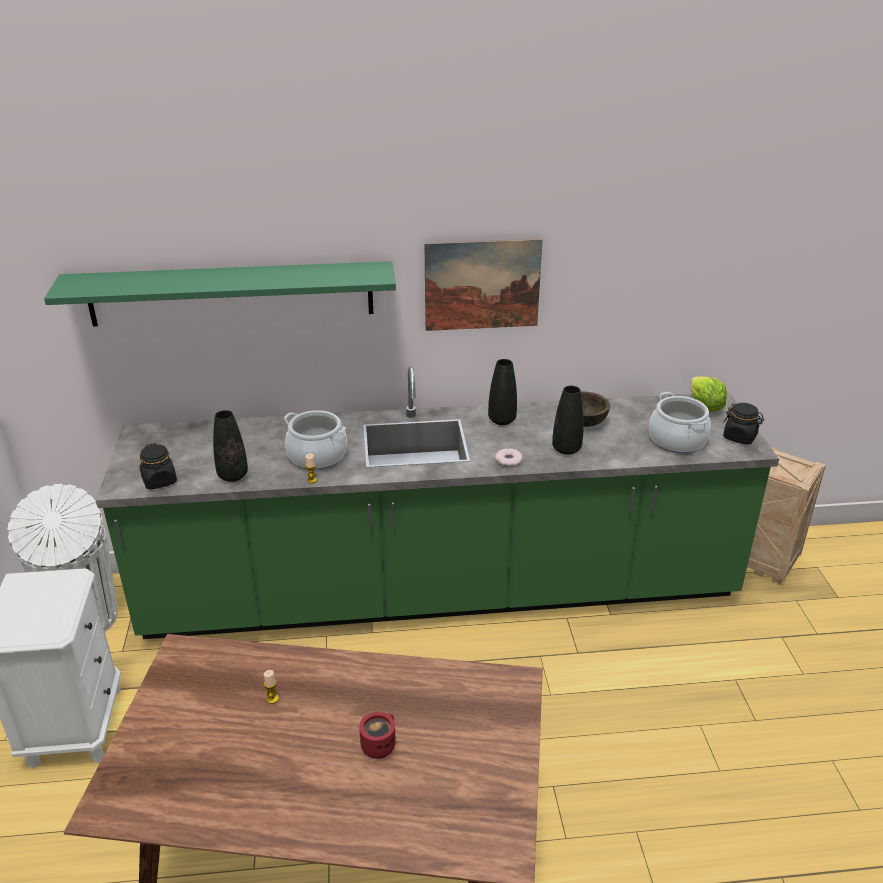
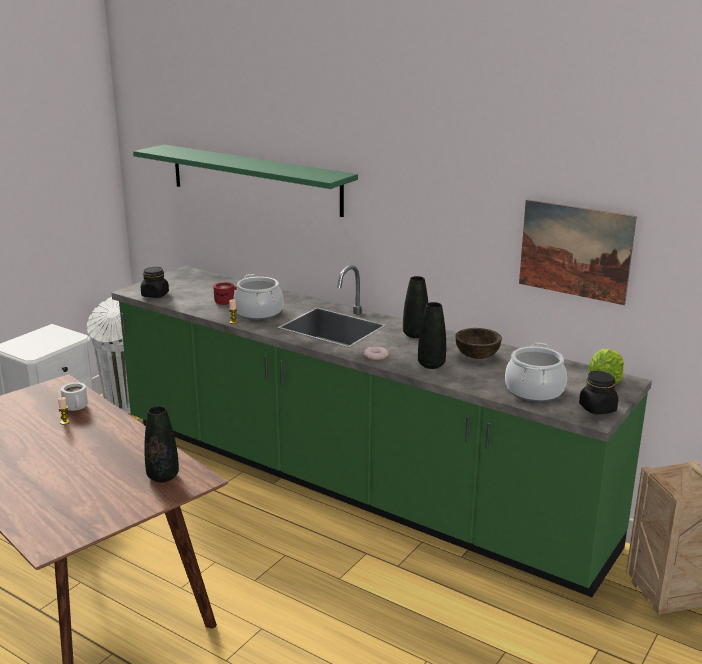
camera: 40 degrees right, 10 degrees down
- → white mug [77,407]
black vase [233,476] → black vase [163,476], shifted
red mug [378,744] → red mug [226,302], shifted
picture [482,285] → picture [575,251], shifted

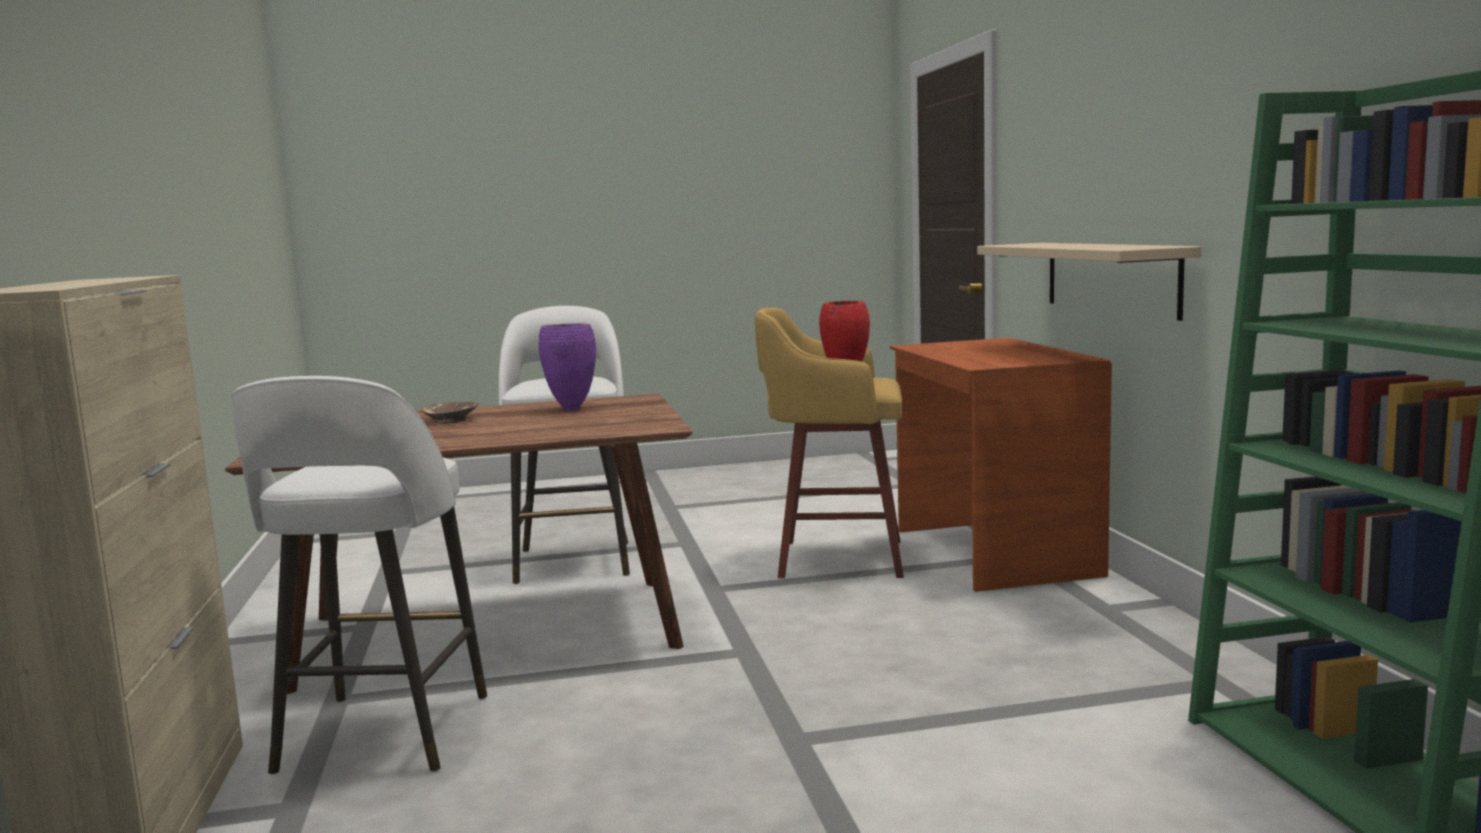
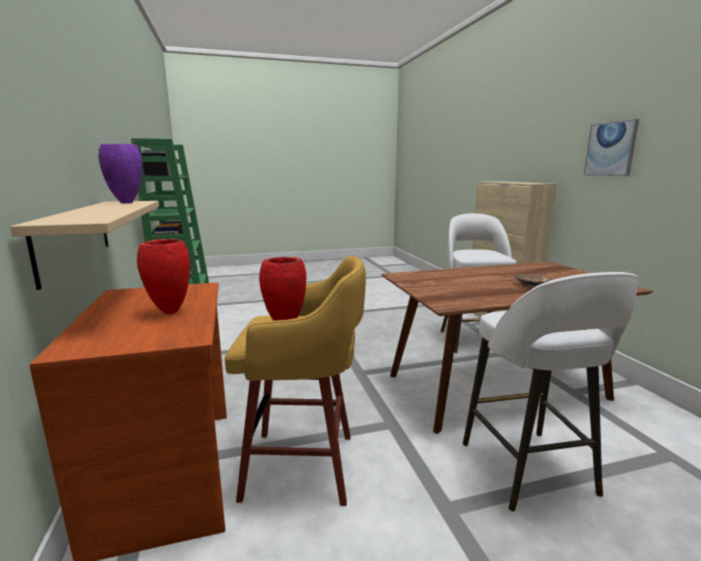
camera: 175 degrees right, 5 degrees up
purple vase [572,409] → purple vase [126,203], shifted
- → red vase [169,312]
- → picture [610,149]

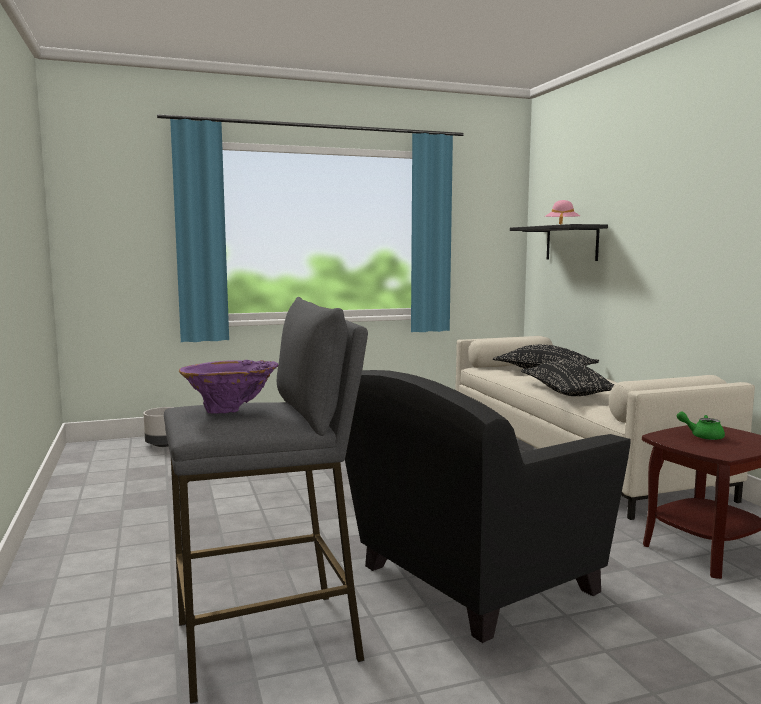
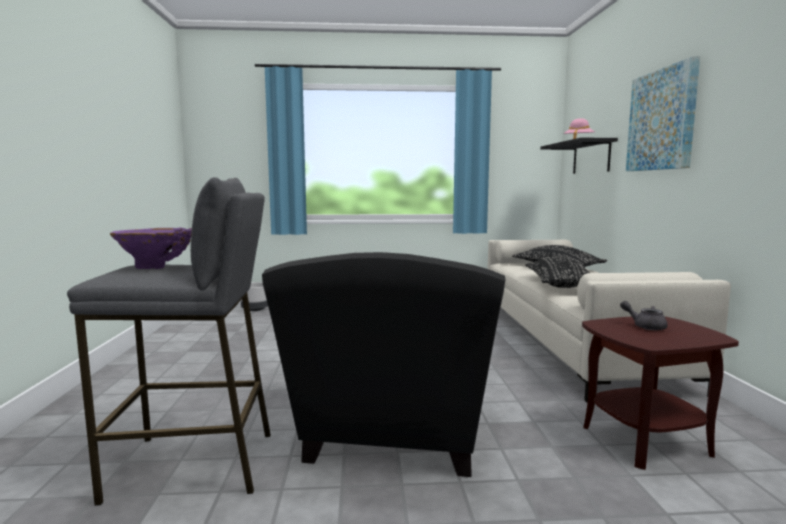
camera: 15 degrees right, 0 degrees up
black armchair [466,581] → black armchair [393,437], 60 degrees counterclockwise
green teapot [702,436] → grey teapot [645,326]
- → picture [661,120]

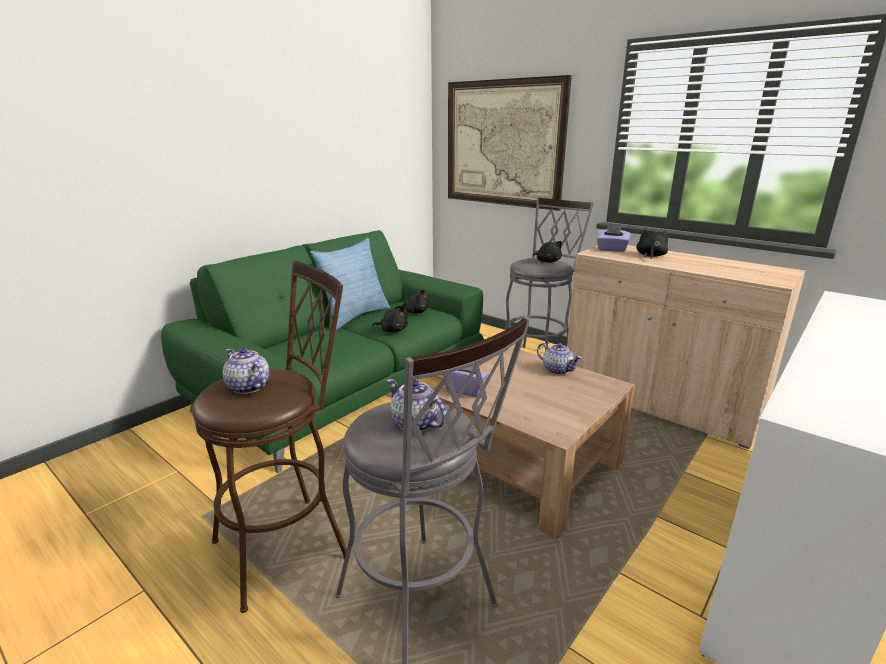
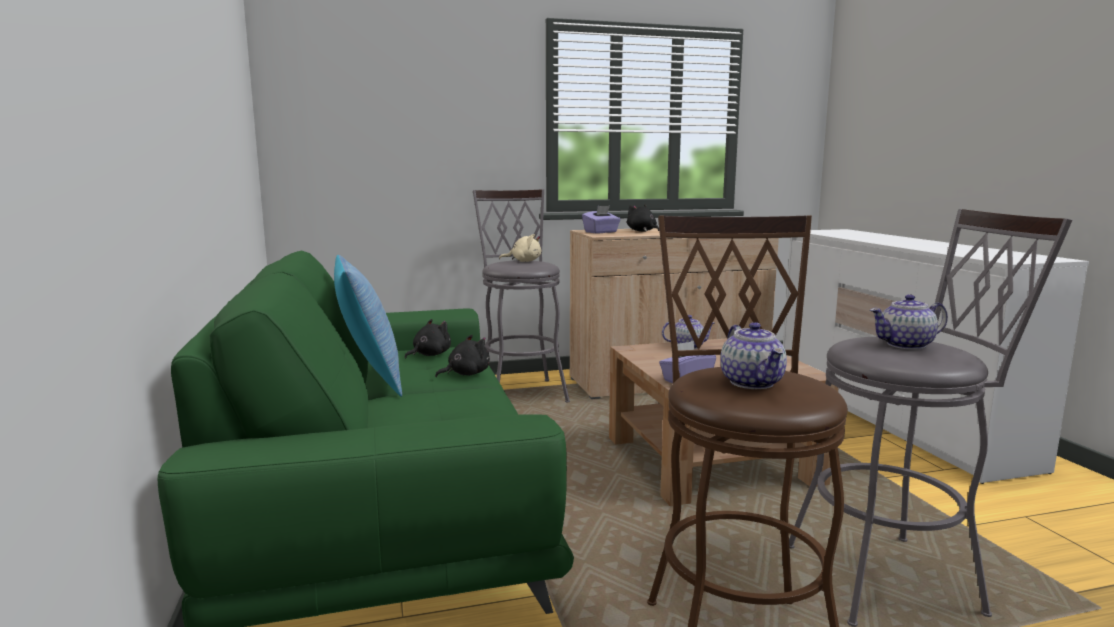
camera: 55 degrees left, 10 degrees down
black plush toy [547,261] → beige plush toy [524,261]
teapot [247,387] → teapot [753,383], 90 degrees counterclockwise
picture [503,144] → -

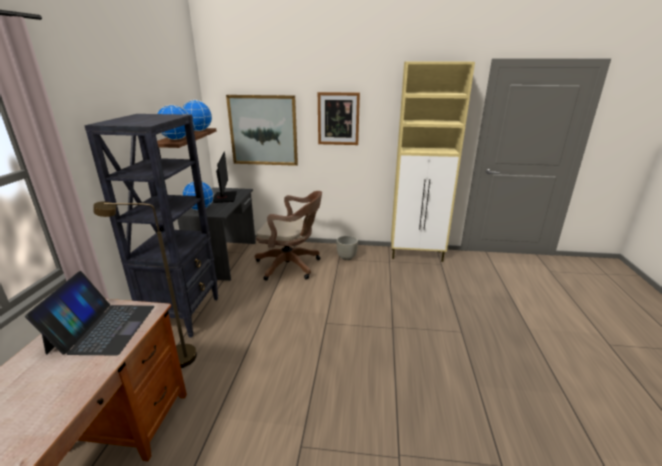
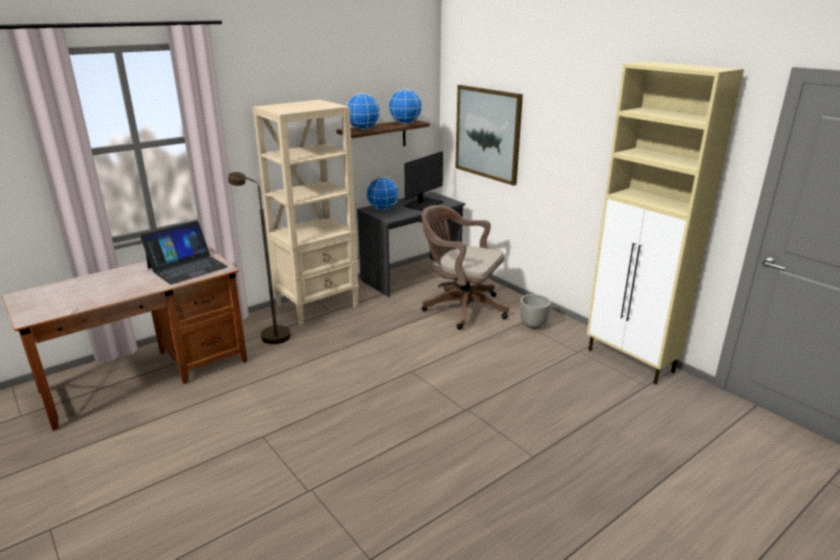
camera: 45 degrees right, 0 degrees up
black bookcase [183,314] → beige bookcase [318,307]
brown office chair [291,266] → brown office chair [461,308], 150 degrees clockwise
picture [338,119] → -

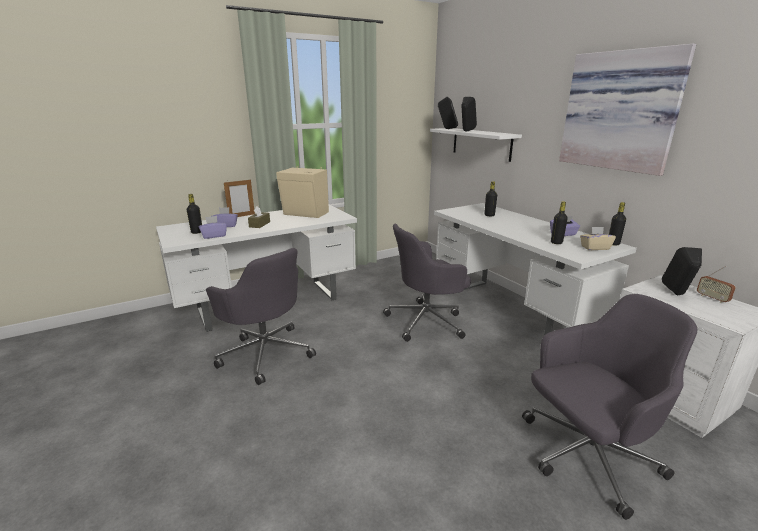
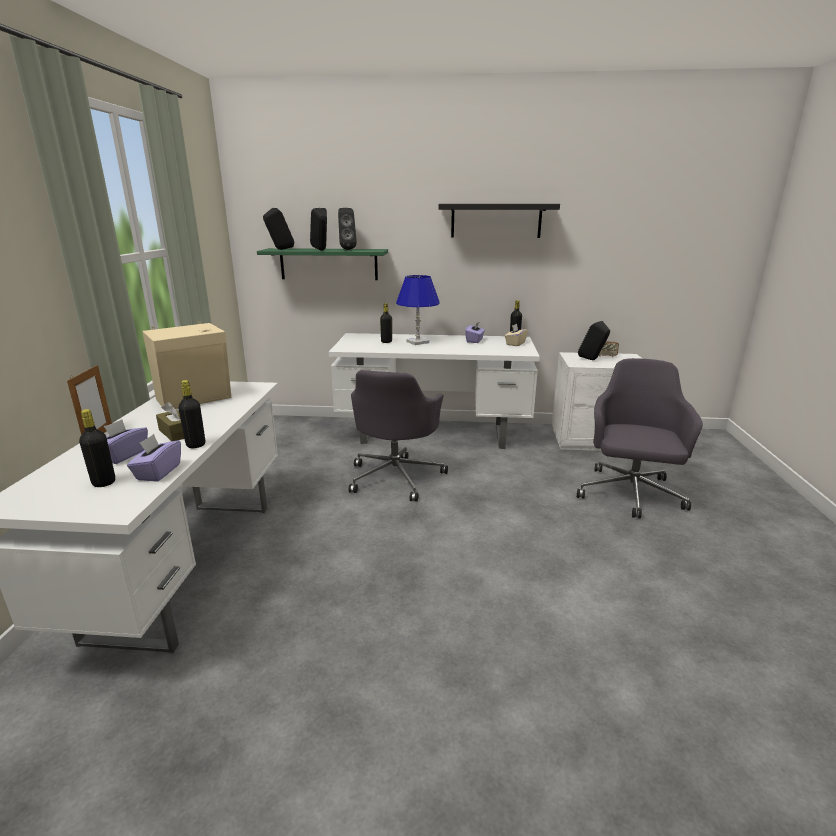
camera: 55 degrees left, 0 degrees up
black bottle [556,242] → black bottle [196,444], shifted
white shelf [481,143] → green shelf [328,264]
- → black speaker [347,249]
- → blue table lamp [417,342]
picture [621,111] → black shelf [496,220]
grey office chair [265,353] → -

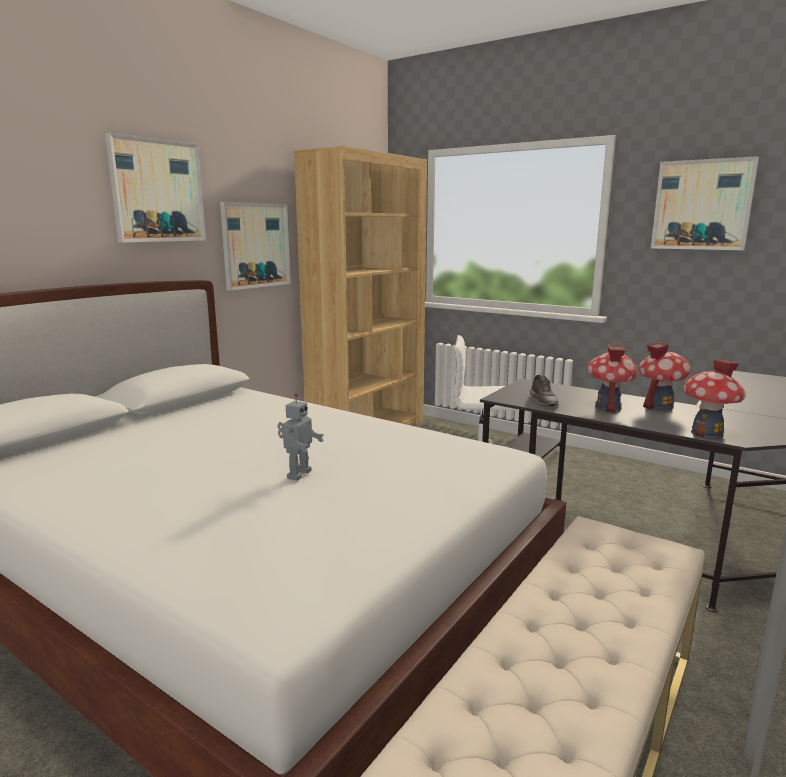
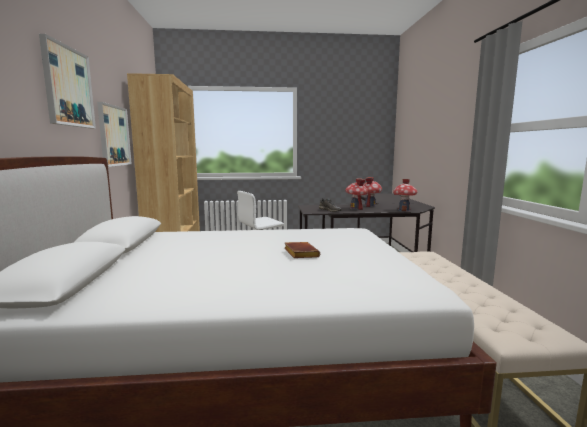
camera: 40 degrees left, 5 degrees down
toy robot [298,474] → brown book [299,253]
picture [702,205] → -

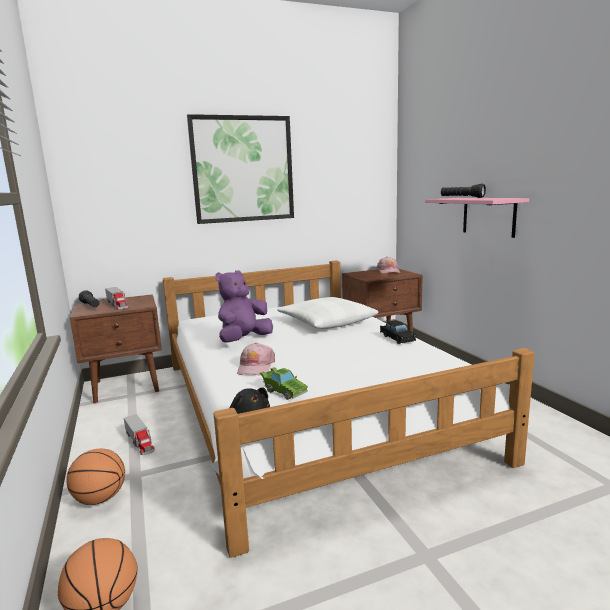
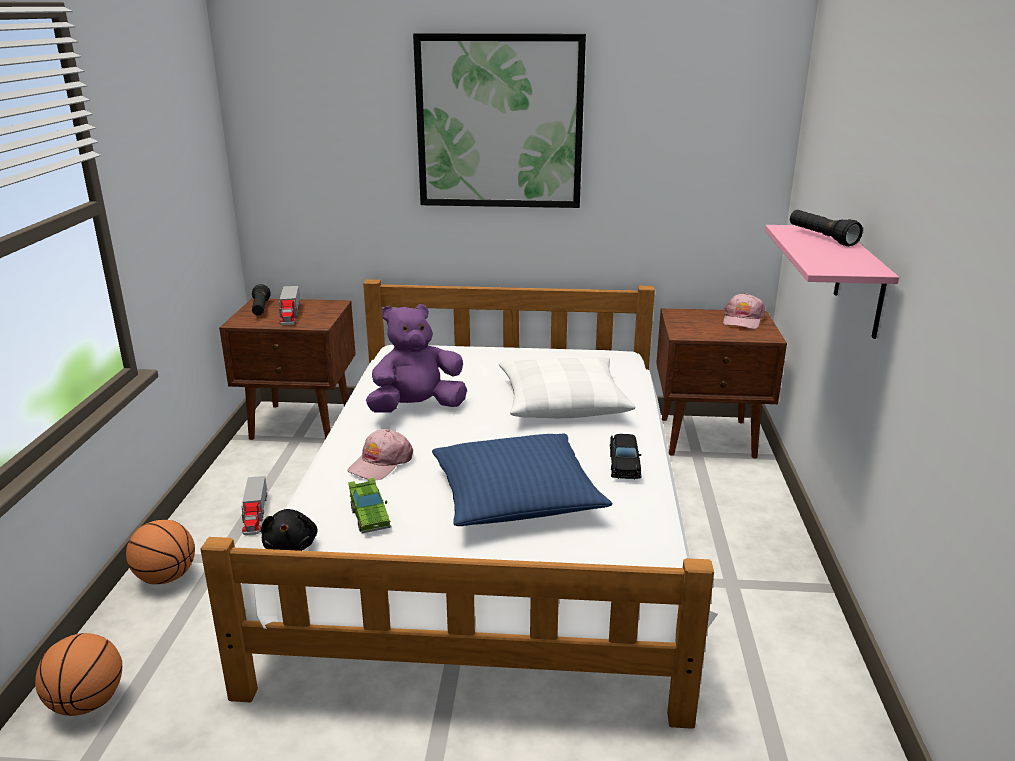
camera: 25 degrees right, 10 degrees up
- → blue pillow [516,496]

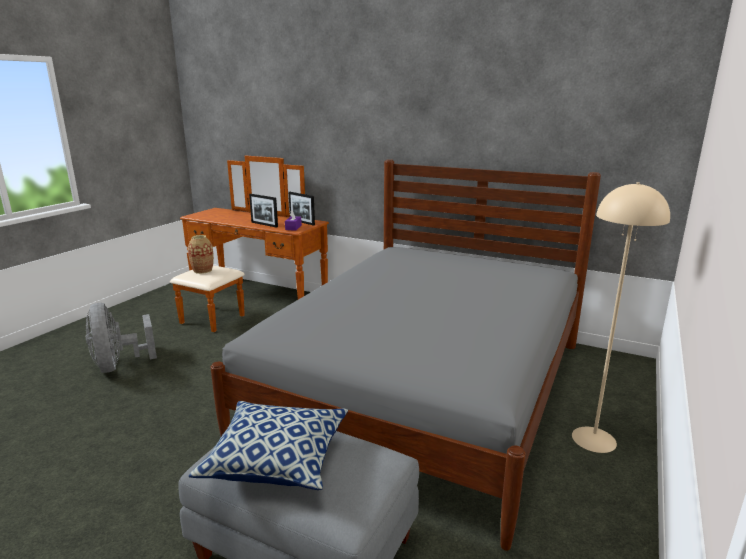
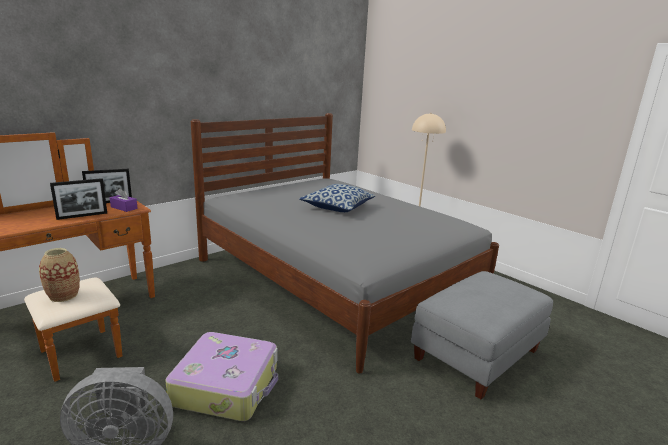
camera: 70 degrees left, 0 degrees up
- → suitcase [227,385]
pillow [277,459] → pillow [337,207], shifted

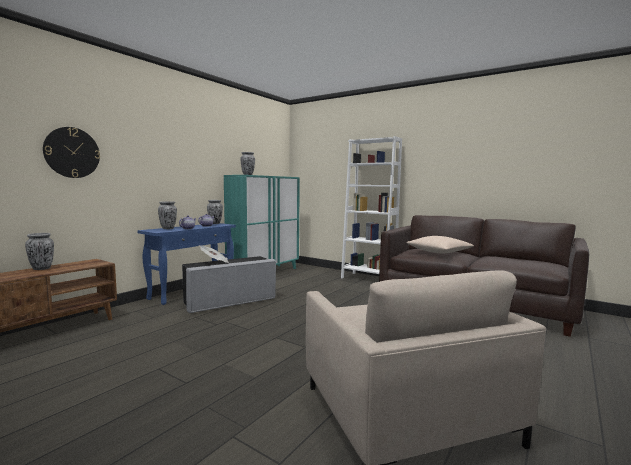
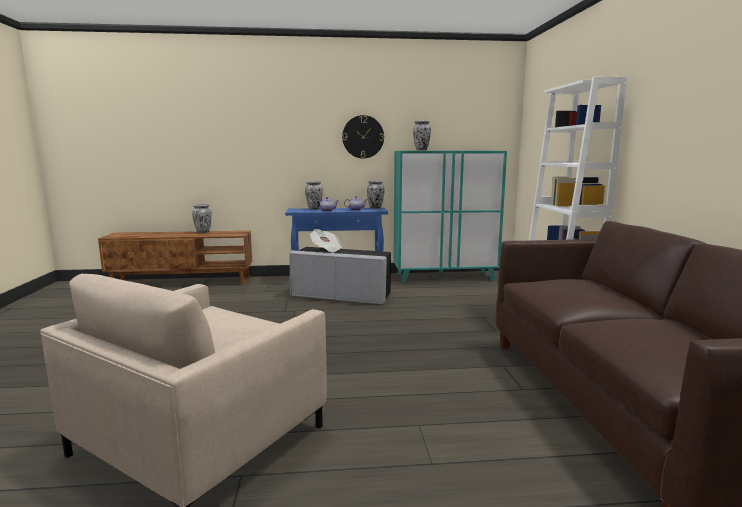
camera: 50 degrees right, 5 degrees up
wall clock [72,152] → wall clock [363,137], shifted
beige pillow [439,252] → -

